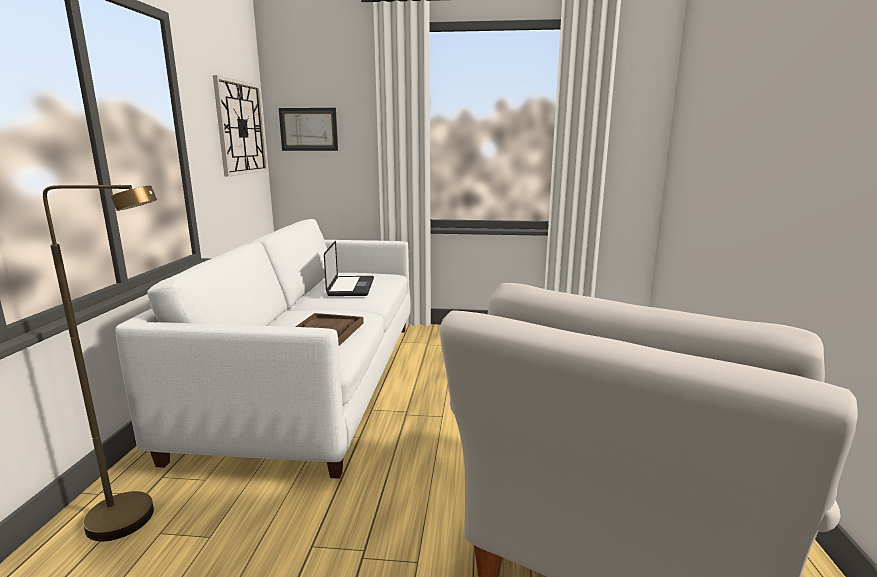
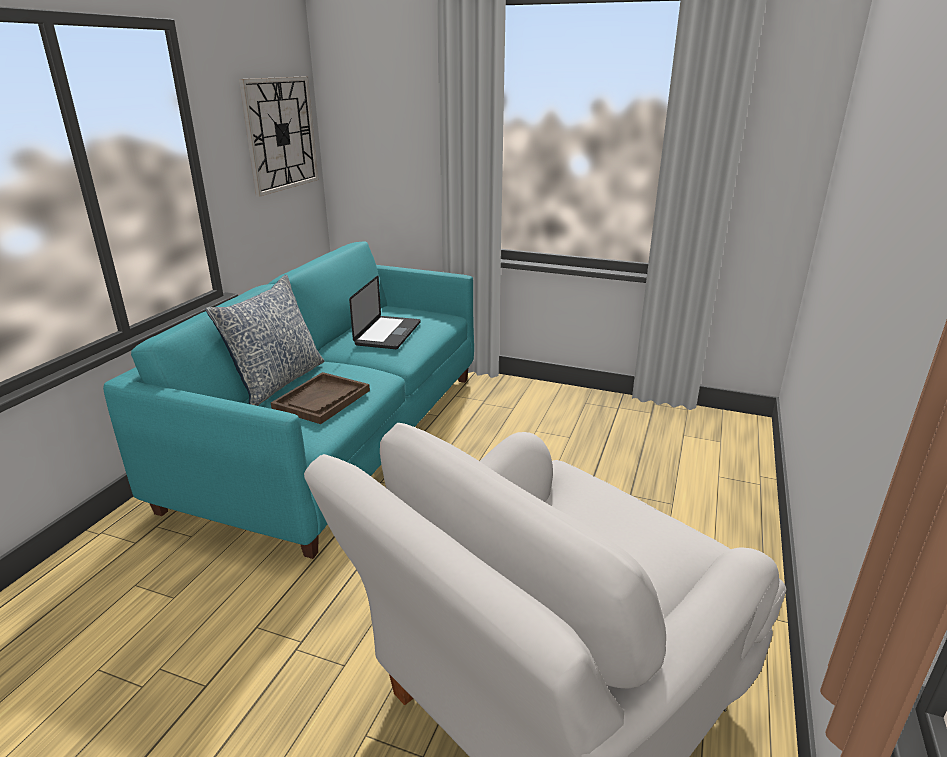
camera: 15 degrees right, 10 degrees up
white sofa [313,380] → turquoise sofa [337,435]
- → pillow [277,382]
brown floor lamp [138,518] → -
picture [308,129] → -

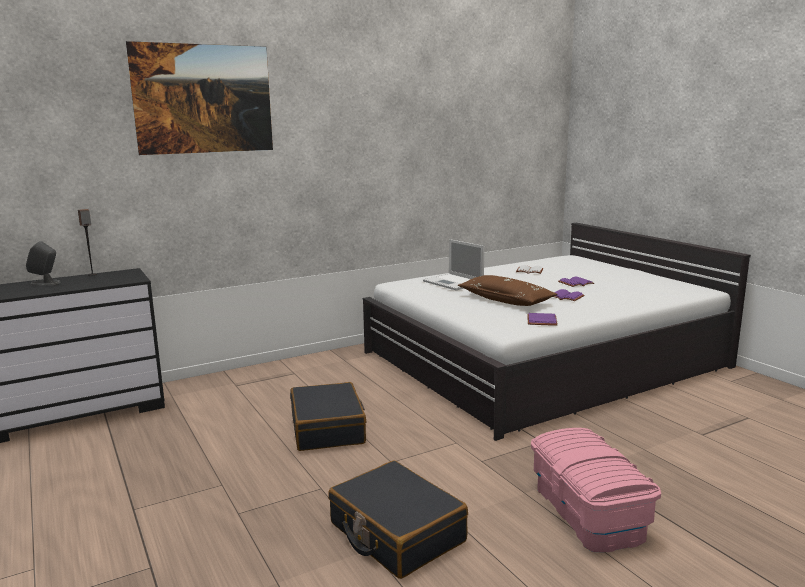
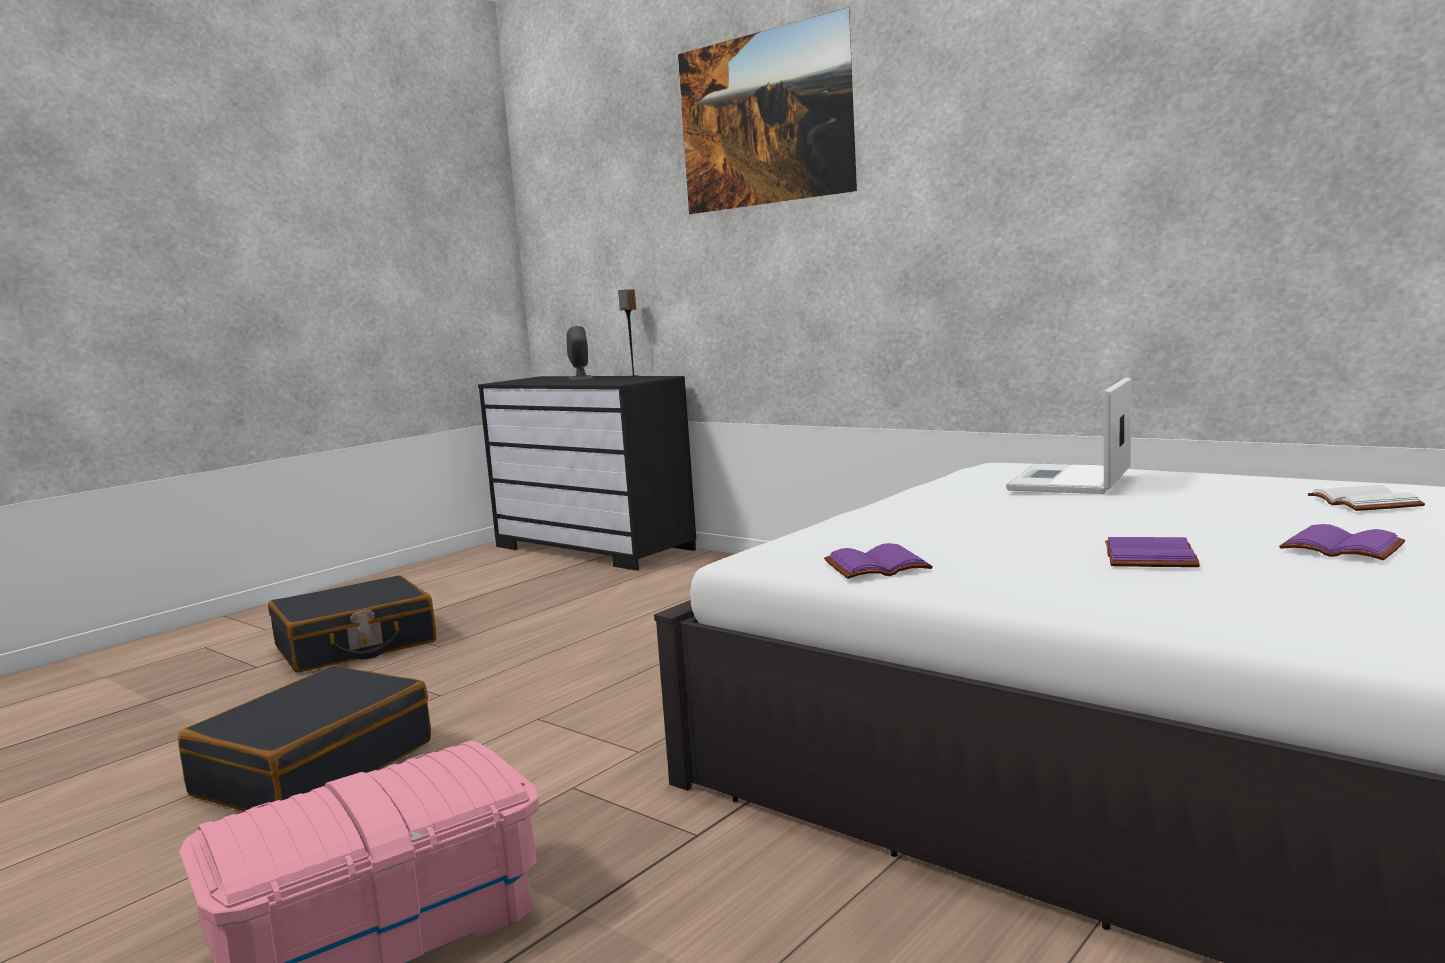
camera: 70 degrees right, 5 degrees down
black suitcase [328,429] → black suitcase [355,645], shifted
brown pillow [506,300] → -

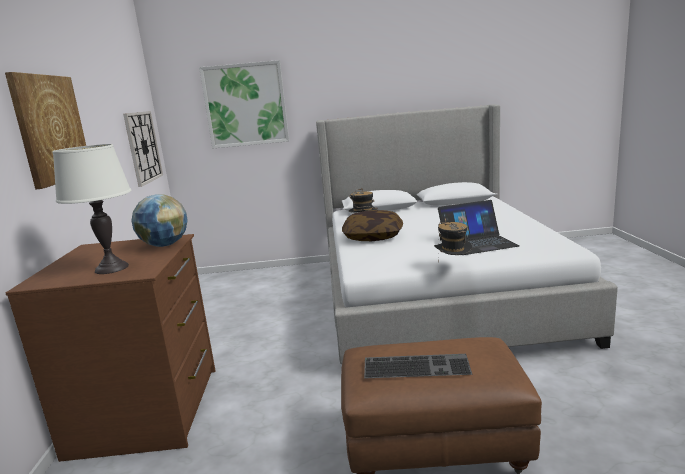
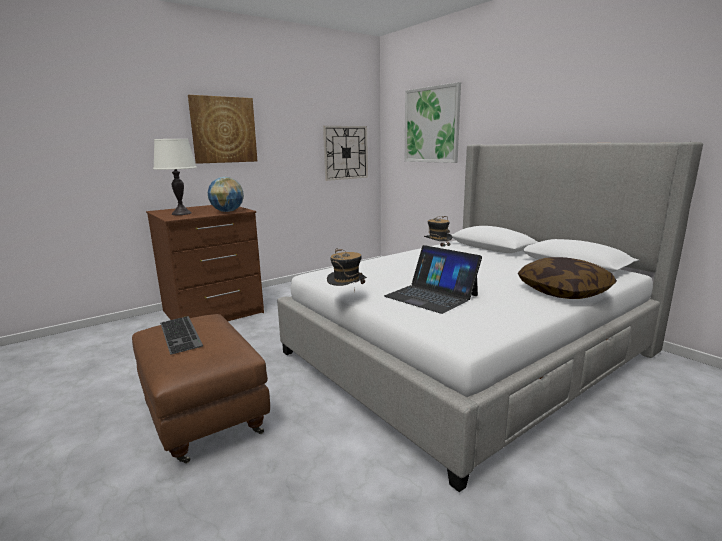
camera: 55 degrees right, 0 degrees up
pillow [373,236] → pillow [563,291], shifted

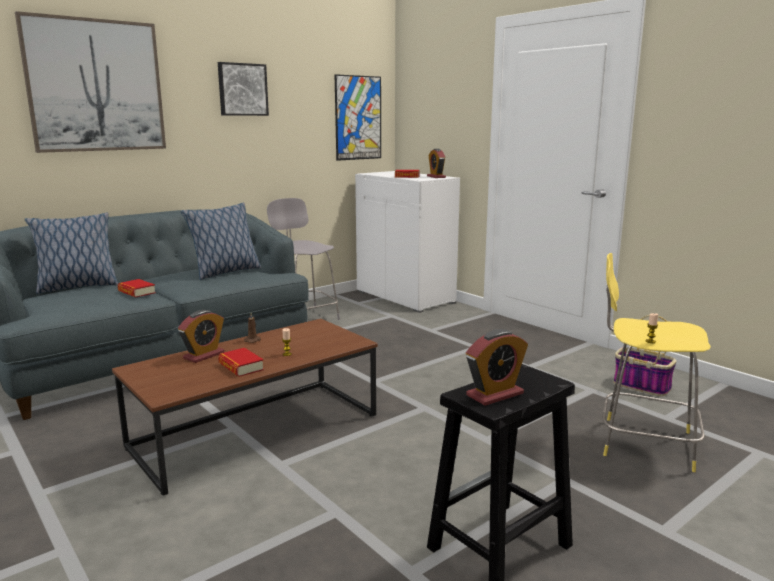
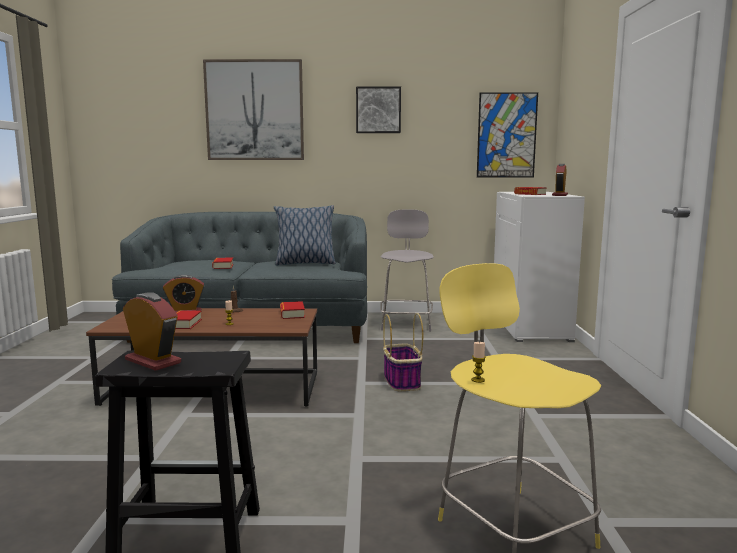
camera: 40 degrees right, 5 degrees down
alarm clock [495,394] → alarm clock [153,361], 150 degrees counterclockwise
- → book [292,314]
basket [640,385] → basket [401,381], shifted
pillow [77,287] → -

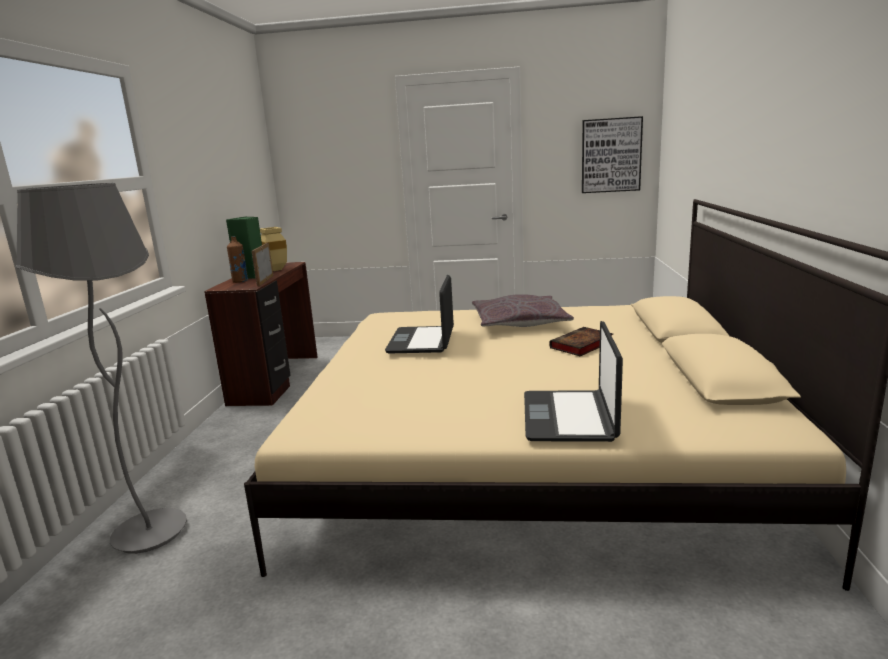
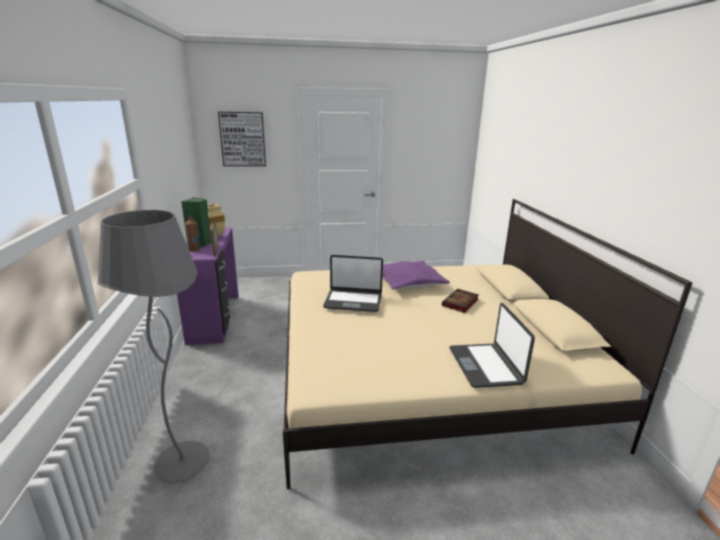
camera: 15 degrees left, 5 degrees up
brown desk [277,379] → purple desk [215,318]
picture [611,155] → picture [242,139], shifted
laptop [422,341] → laptop [353,301], 75 degrees counterclockwise
grey pillow [519,323] → purple pillow [408,282]

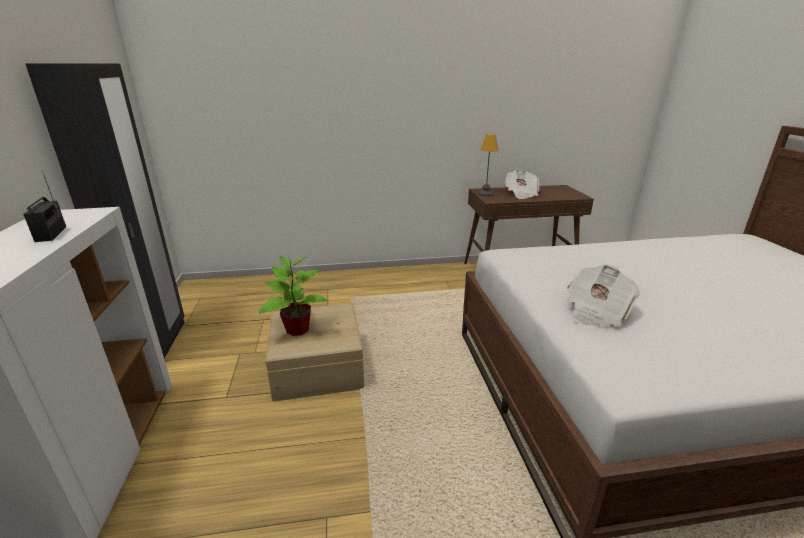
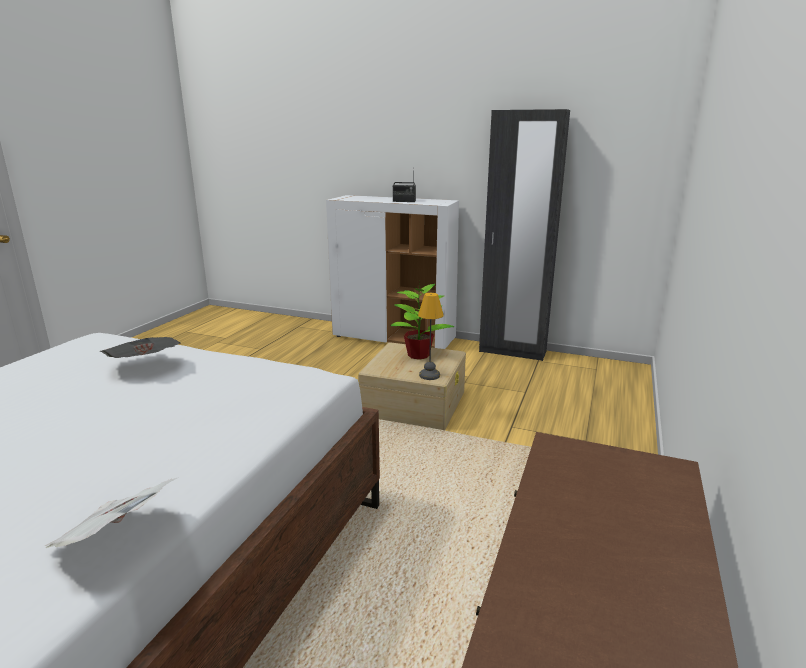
camera: 120 degrees right, 5 degrees down
newspaper [521,194] → newspaper [119,539], shifted
table lamp [485,194] → table lamp [430,375], shifted

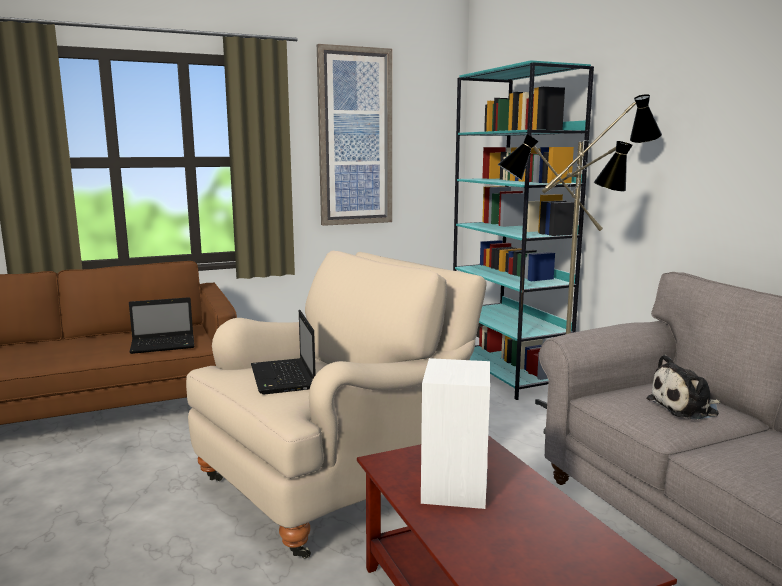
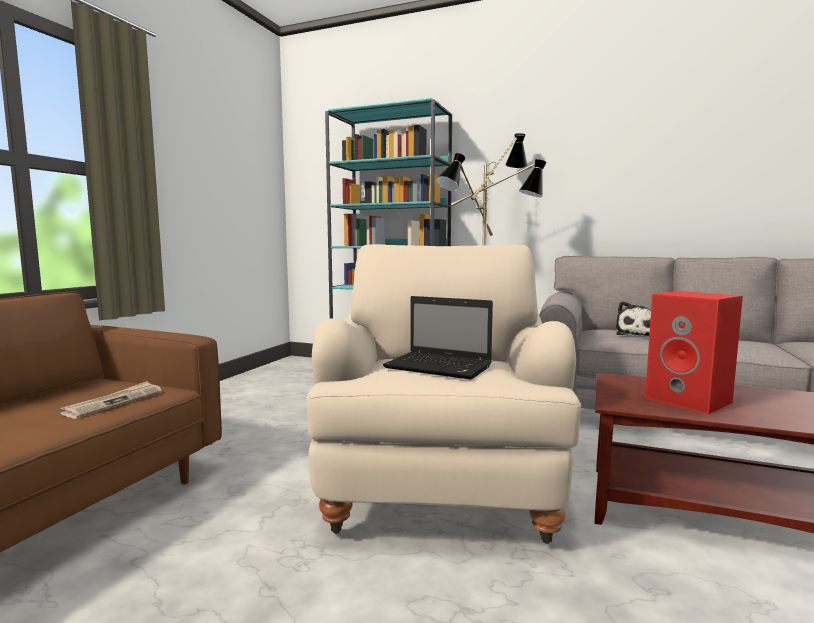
camera: 45 degrees left, 5 degrees down
laptop [164,345] → newspaper [114,402]
white speaker [456,488] → red speaker [690,400]
picture [355,137] → -

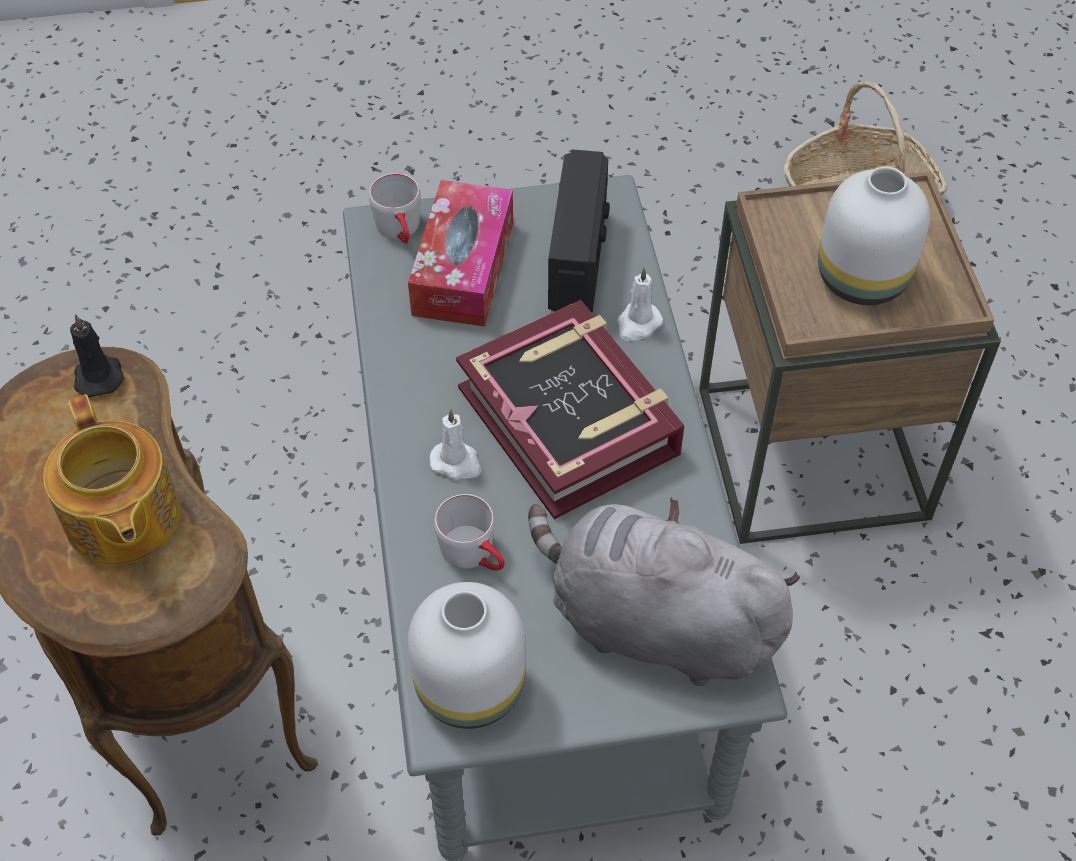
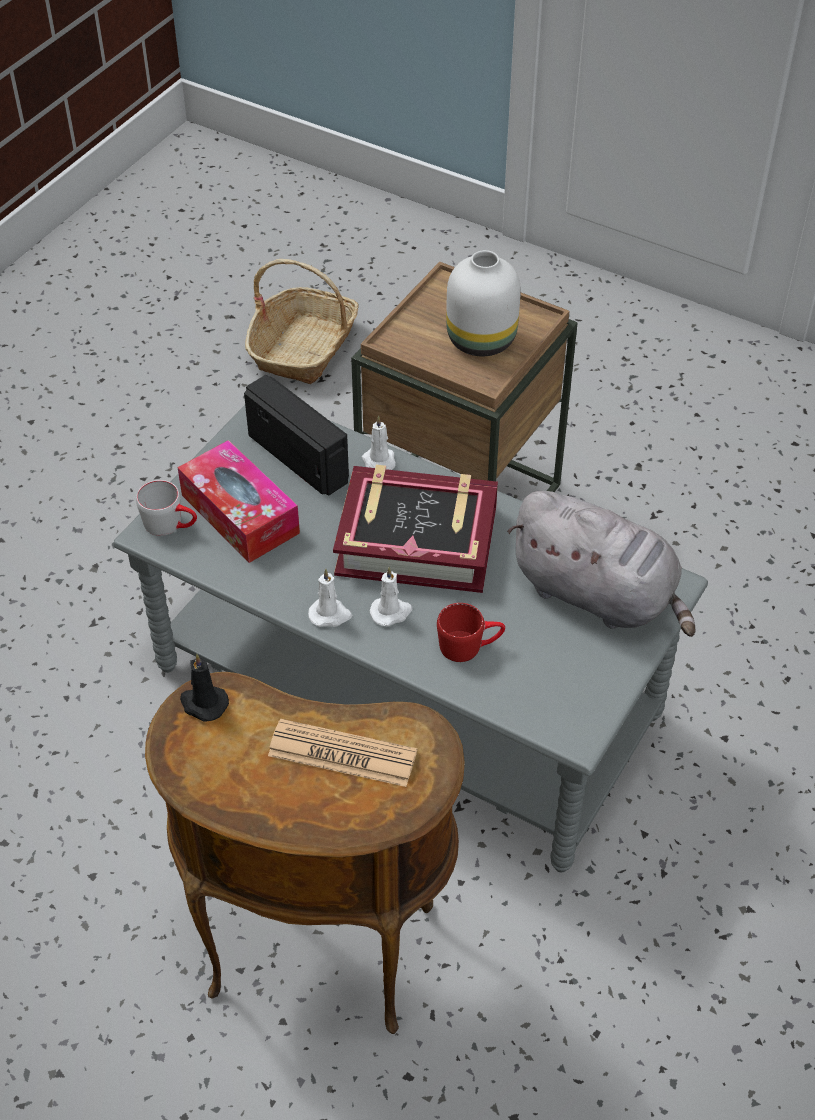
camera: 50 degrees left, 5 degrees down
teapot [122,519] → newspaper [342,754]
- → white candle [330,615]
grey mug [475,555] → red mug [470,645]
grey plush toy [654,624] → grey plush toy [599,595], 120 degrees counterclockwise
white vase [470,690] → -

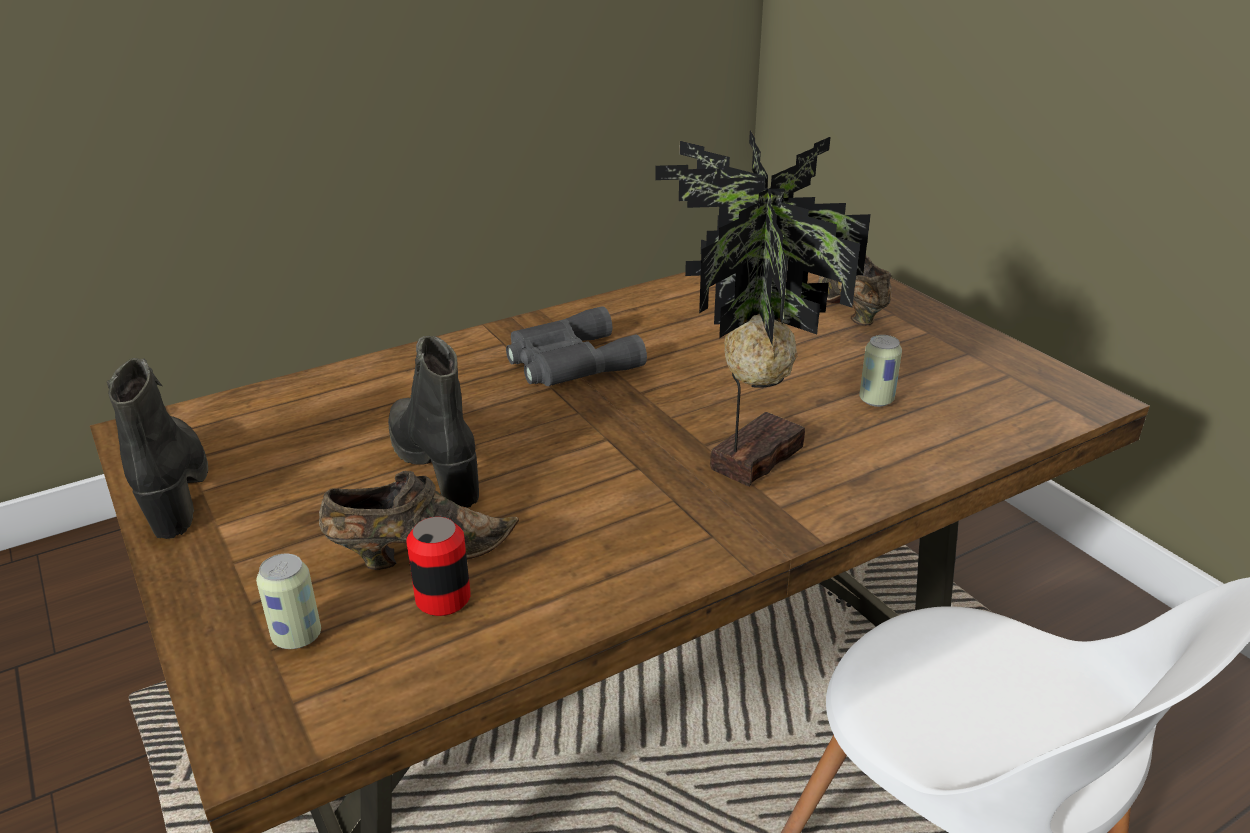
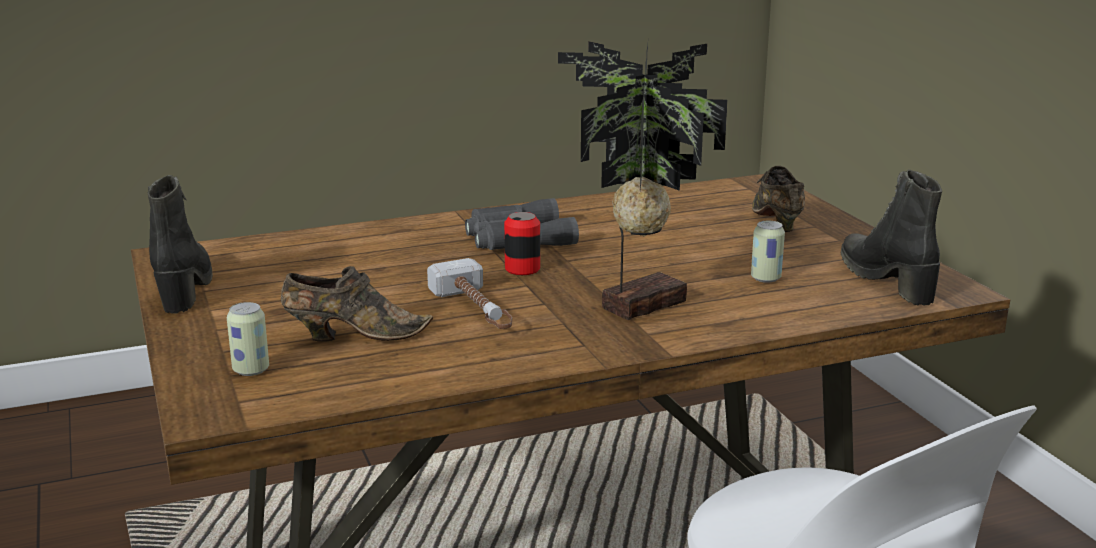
camera: 10 degrees right, 10 degrees down
- → hammer [477,310]
can [443,598] → can [522,269], shifted
black boot [437,464] → black boot [887,281], shifted

